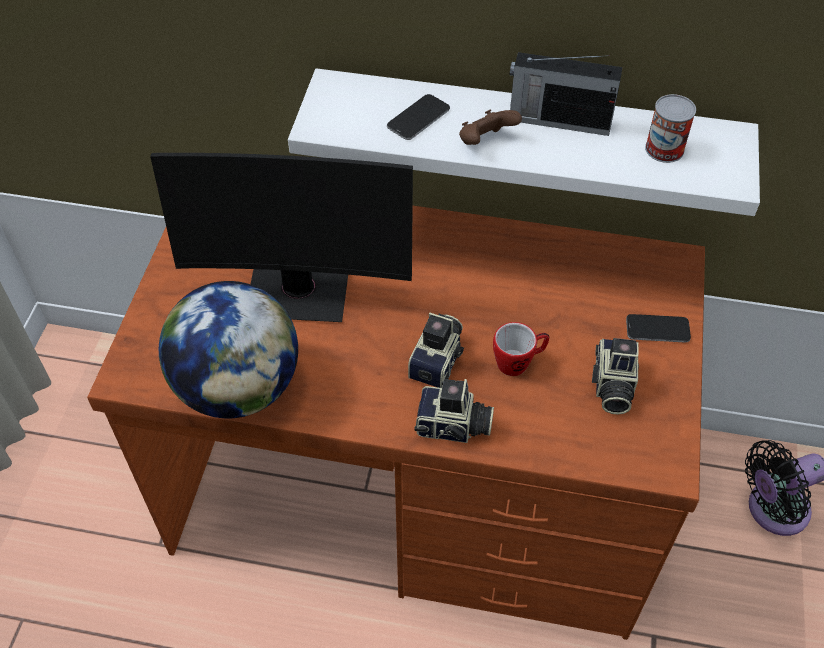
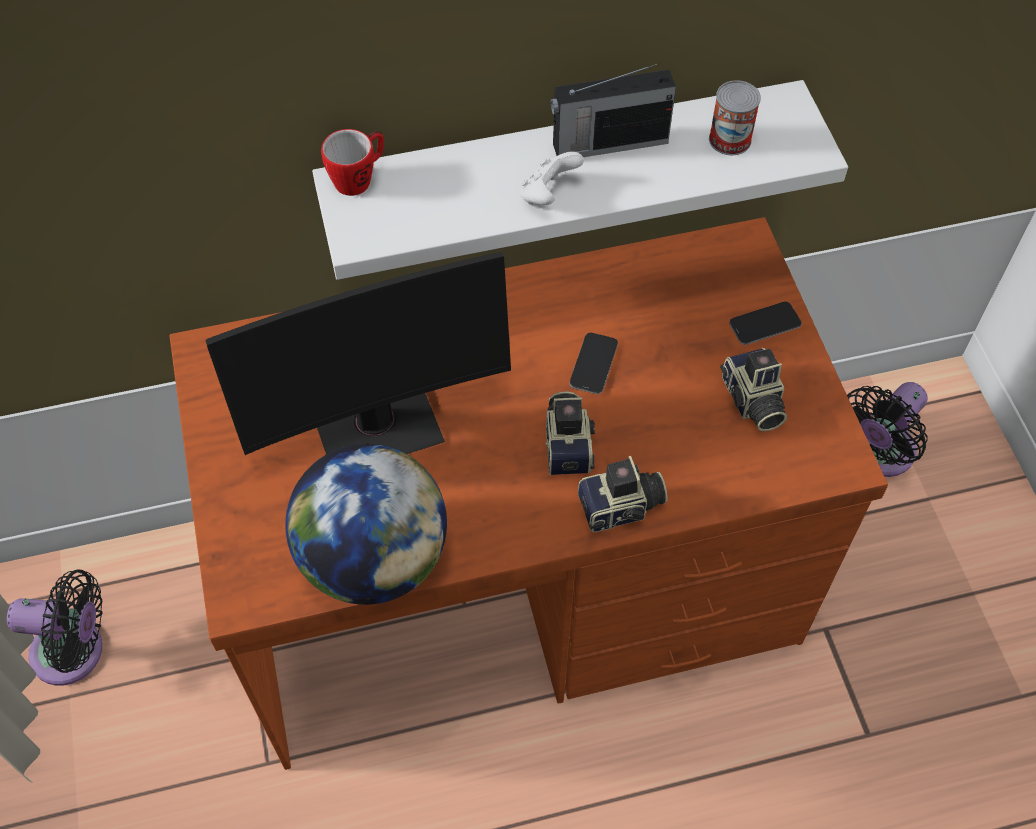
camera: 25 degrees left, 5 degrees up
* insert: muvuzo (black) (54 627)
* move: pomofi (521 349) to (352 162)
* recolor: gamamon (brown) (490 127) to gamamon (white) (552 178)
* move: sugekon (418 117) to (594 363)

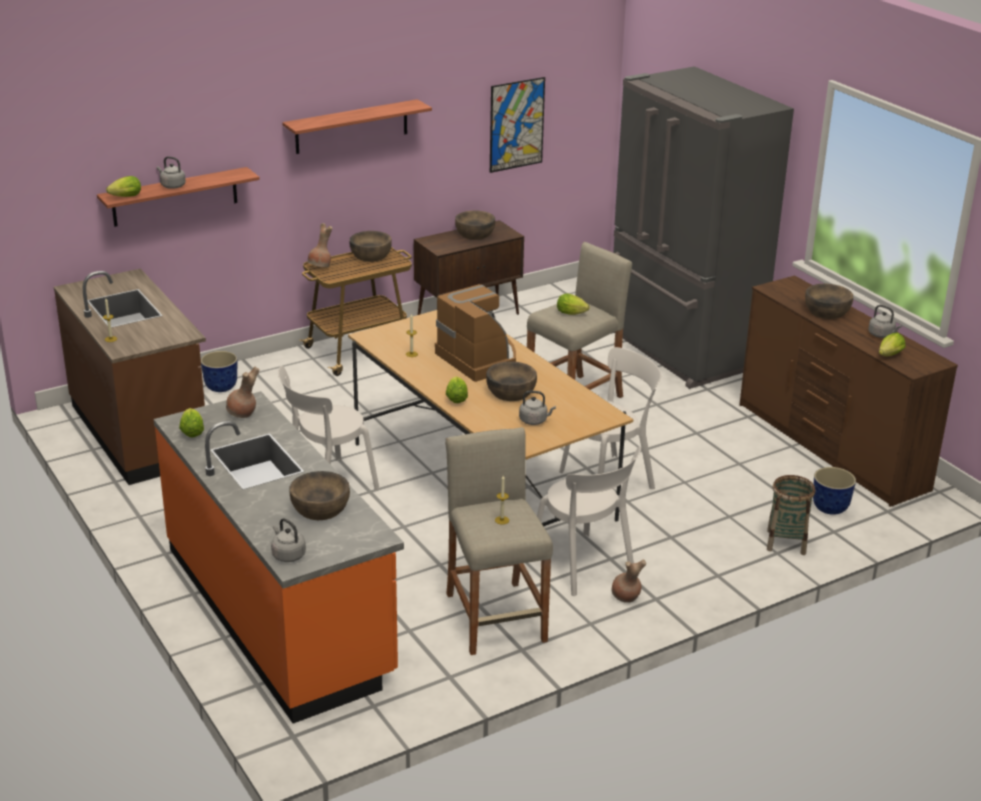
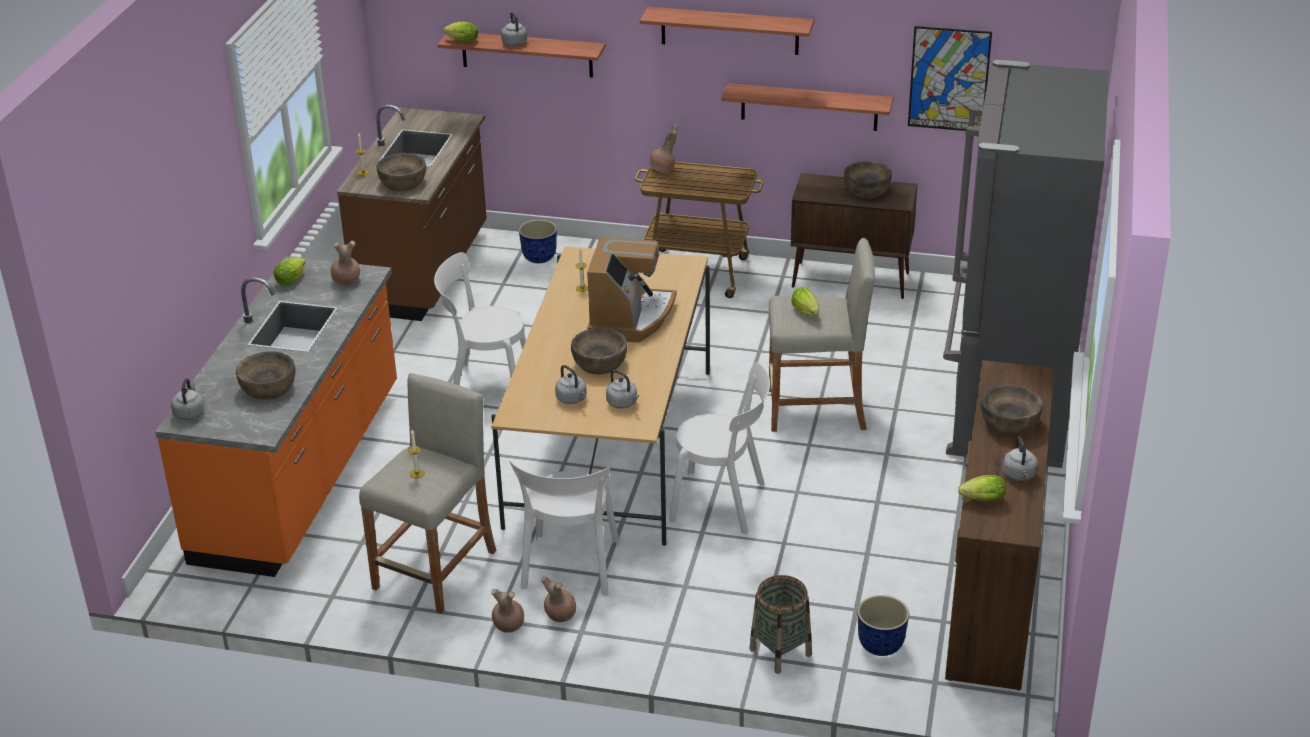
camera: 45 degrees right, 5 degrees up
* move: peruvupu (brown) (371 246) to (401 172)
* insert: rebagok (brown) (507 611)
* insert: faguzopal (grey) (622 389)
* insert: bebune (807 107)
* delete: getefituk (457 389)

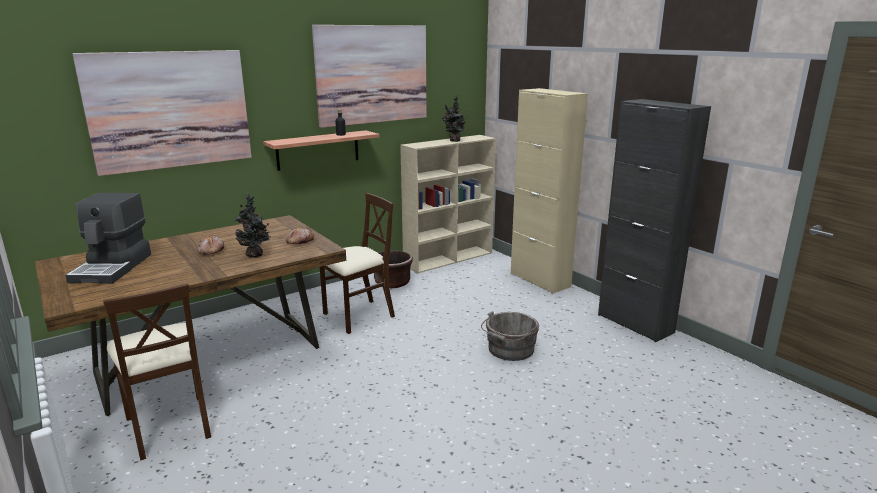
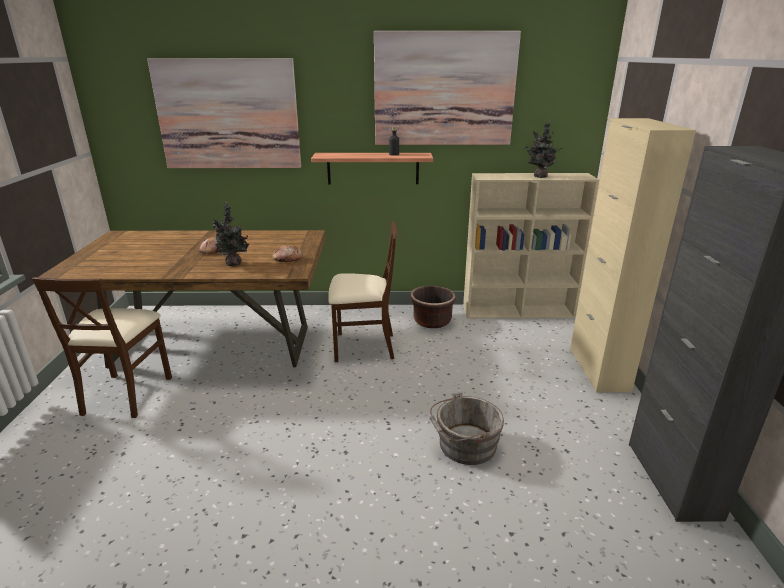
camera: 35 degrees right, 5 degrees up
* delete: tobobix (108 238)

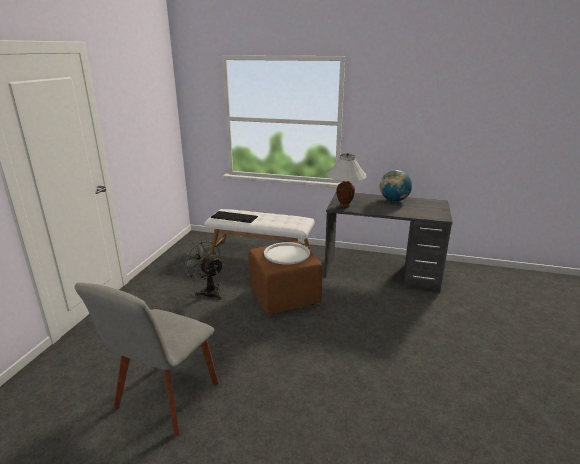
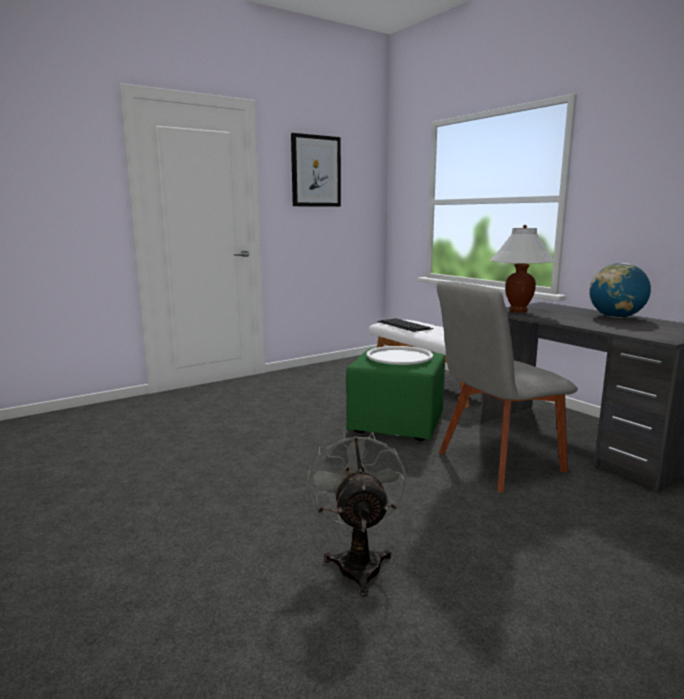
camera: 40 degrees right, 10 degrees down
* insert: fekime (316 170)
* move: muvuzo (grey) (202 269) to (357 514)
* recolor: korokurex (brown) (285 278) to korokurex (green) (395 394)
* move: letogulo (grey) (147 359) to (507 387)

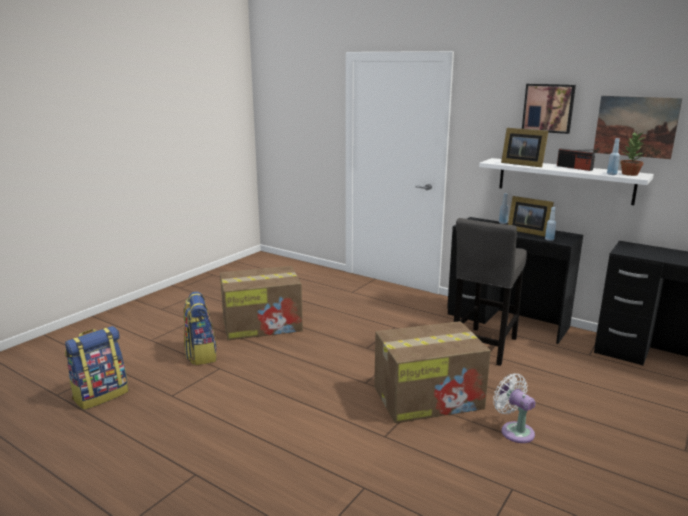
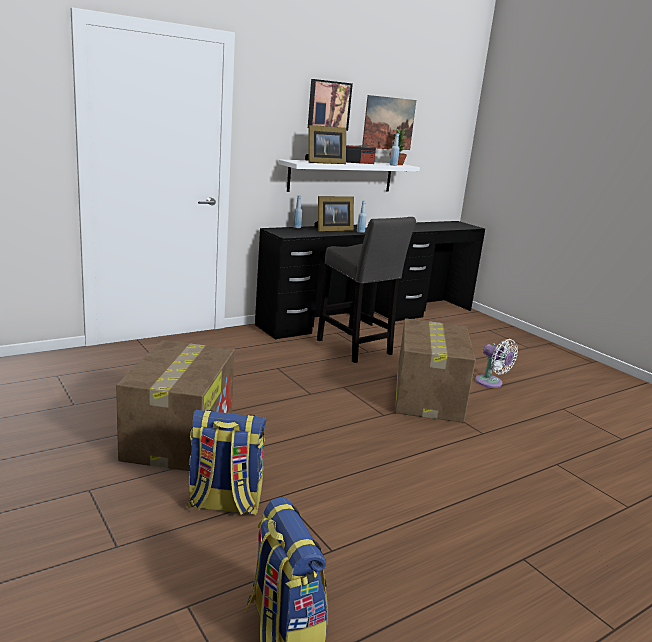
camera: 70 degrees left, 0 degrees up
* rotate: muvuzo (white) (514 408) = (496 363) 120 degrees counterclockwise

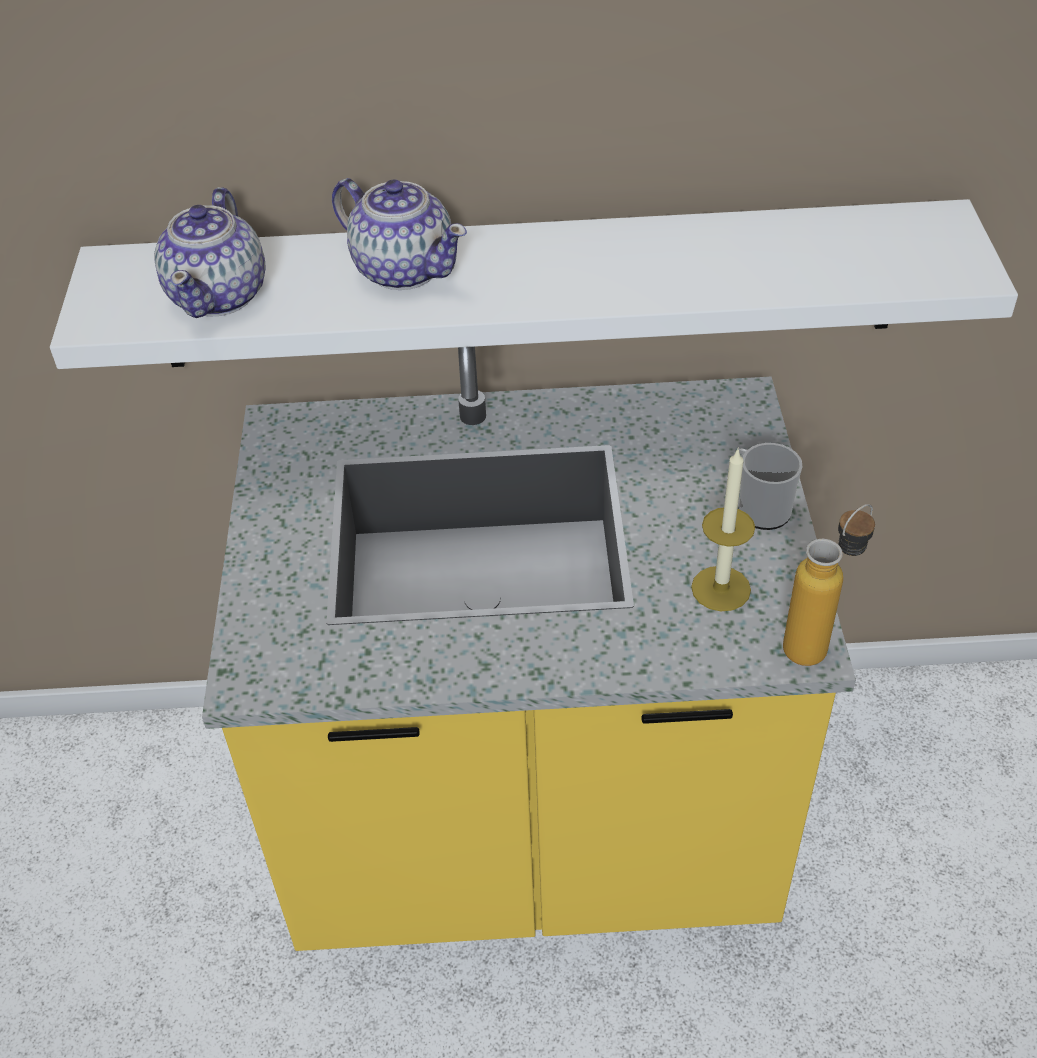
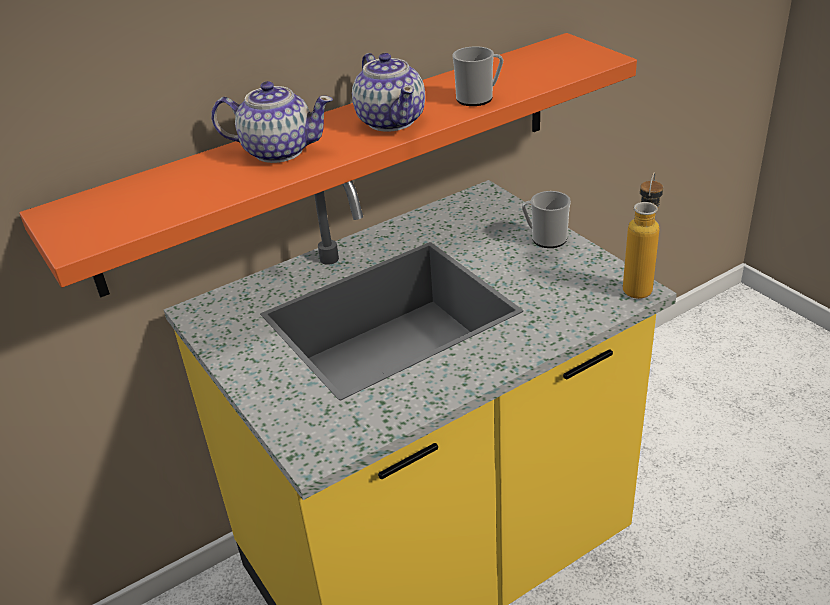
camera: 30 degrees left, 10 degrees down
* recolor: bebune (white) (534 284) to bebune (orange) (328 165)
* move: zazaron (210 252) to (388 92)
* insert: pomofi (477 76)
* delete: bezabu (723 530)

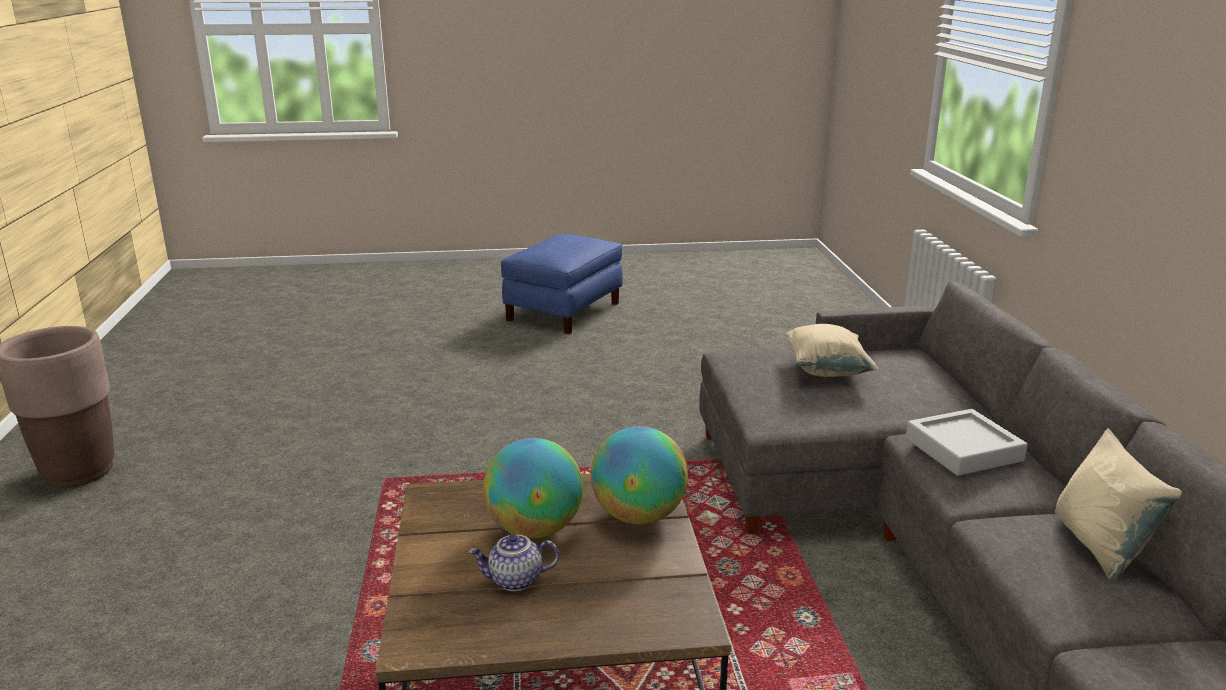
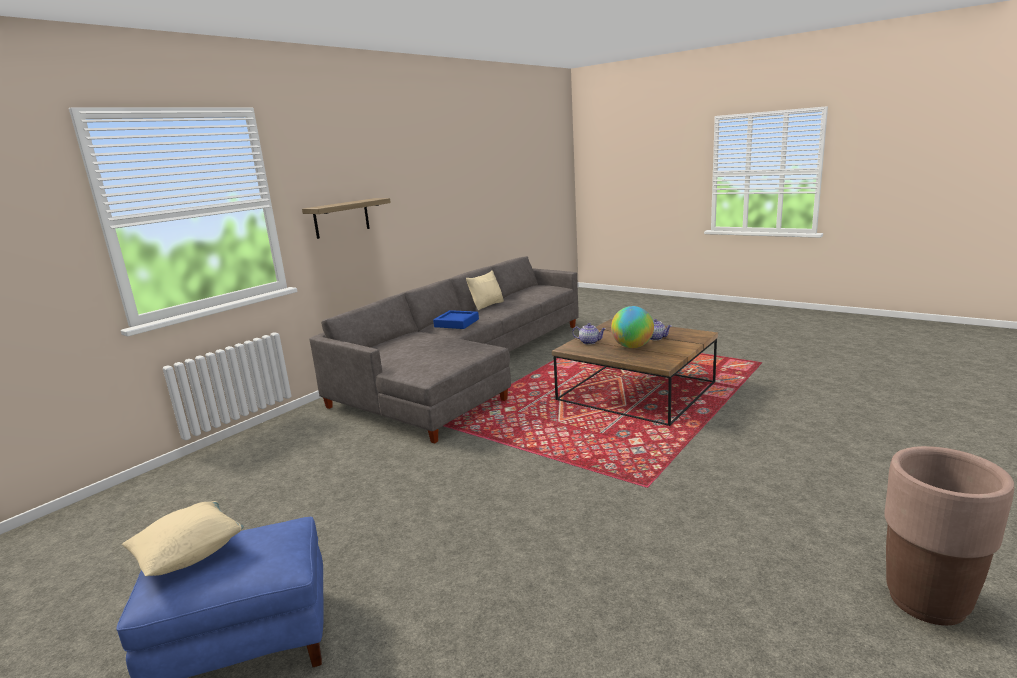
camera: 135 degrees left, 5 degrees down
* move: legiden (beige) (831 350) to (183 538)
* insert: bebune (346 218)
* recolor: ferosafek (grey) (967 442) to ferosafek (blue) (456 319)
* replace: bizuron (639 475) to zazaron (589 334)

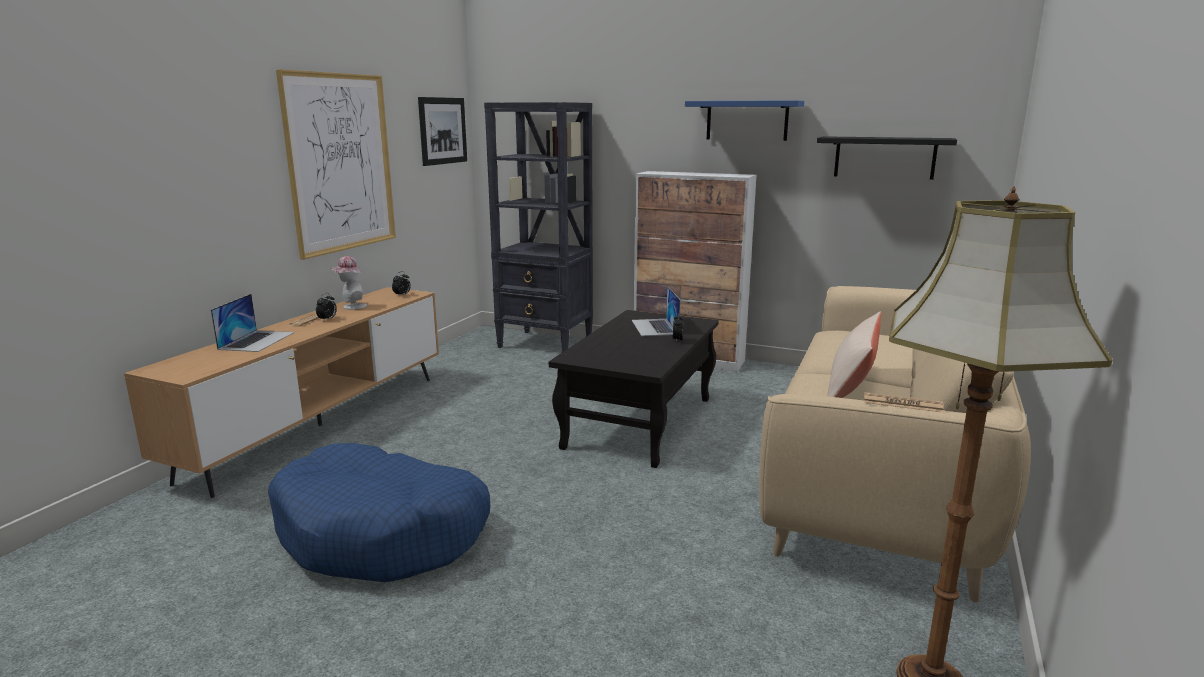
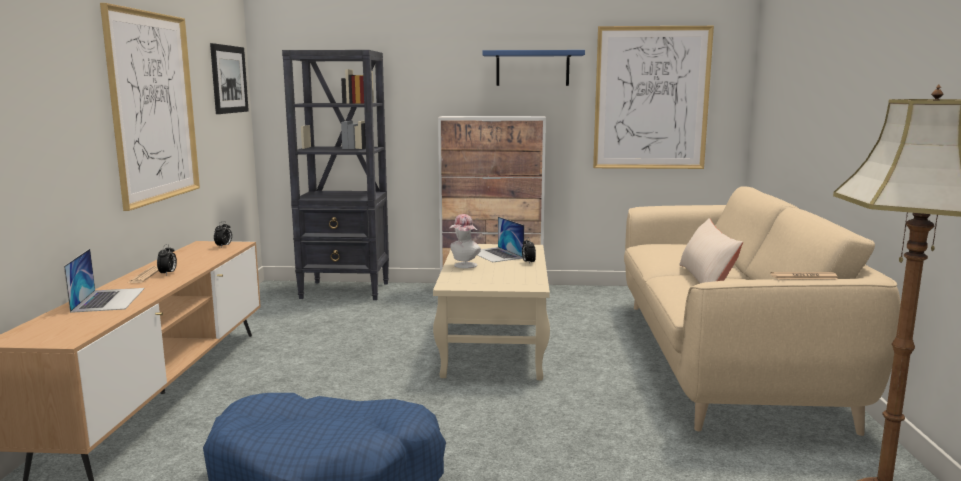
camera: 20 degrees left, 5 degrees down
* recolor: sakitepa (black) (634 389) to sakitepa (beige) (491 312)
* move: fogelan (349 283) to (465 241)
* replace: bebune (black) (887 158) to fekime (653 97)

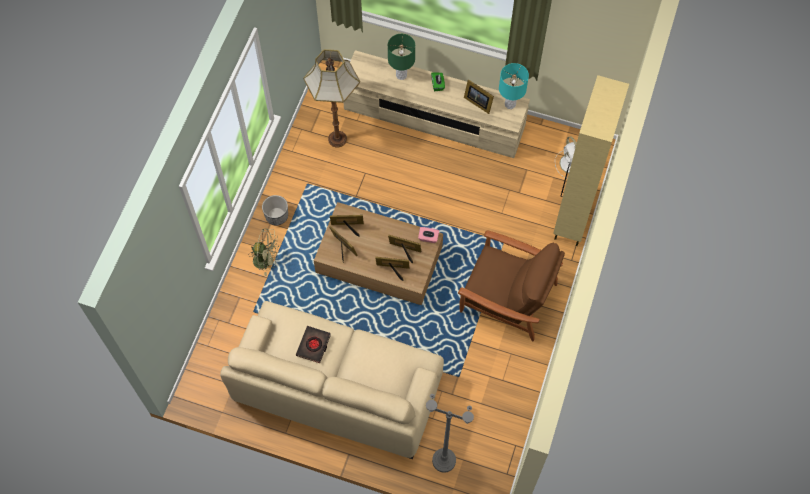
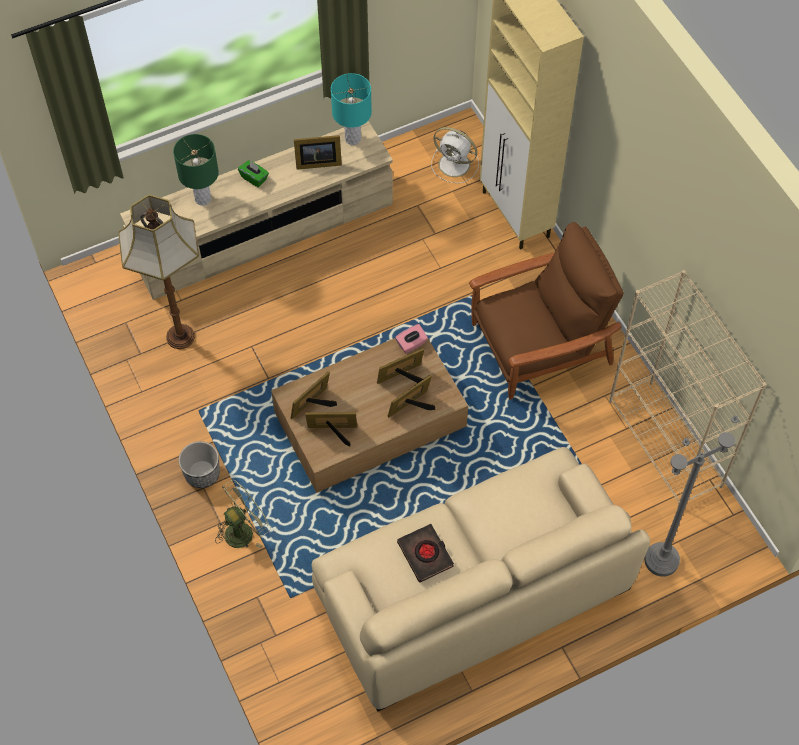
camera: 45 degrees left, 5 degrees down
* insert: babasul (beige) (687 388)

